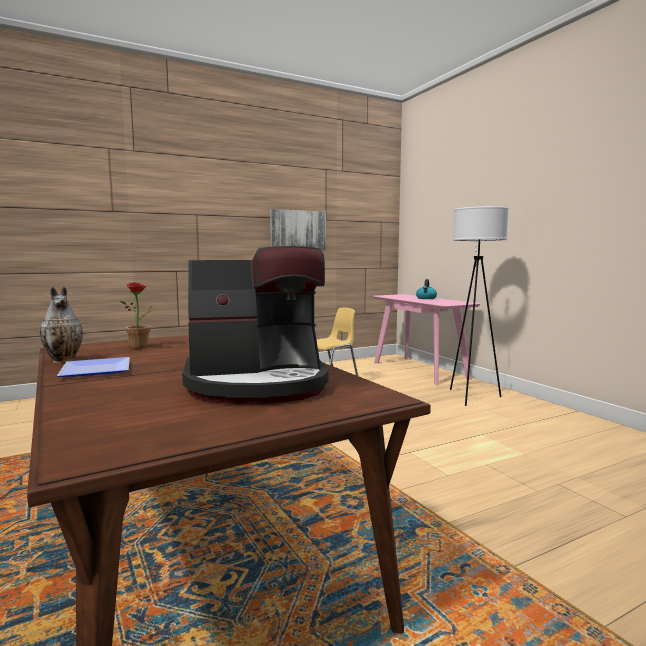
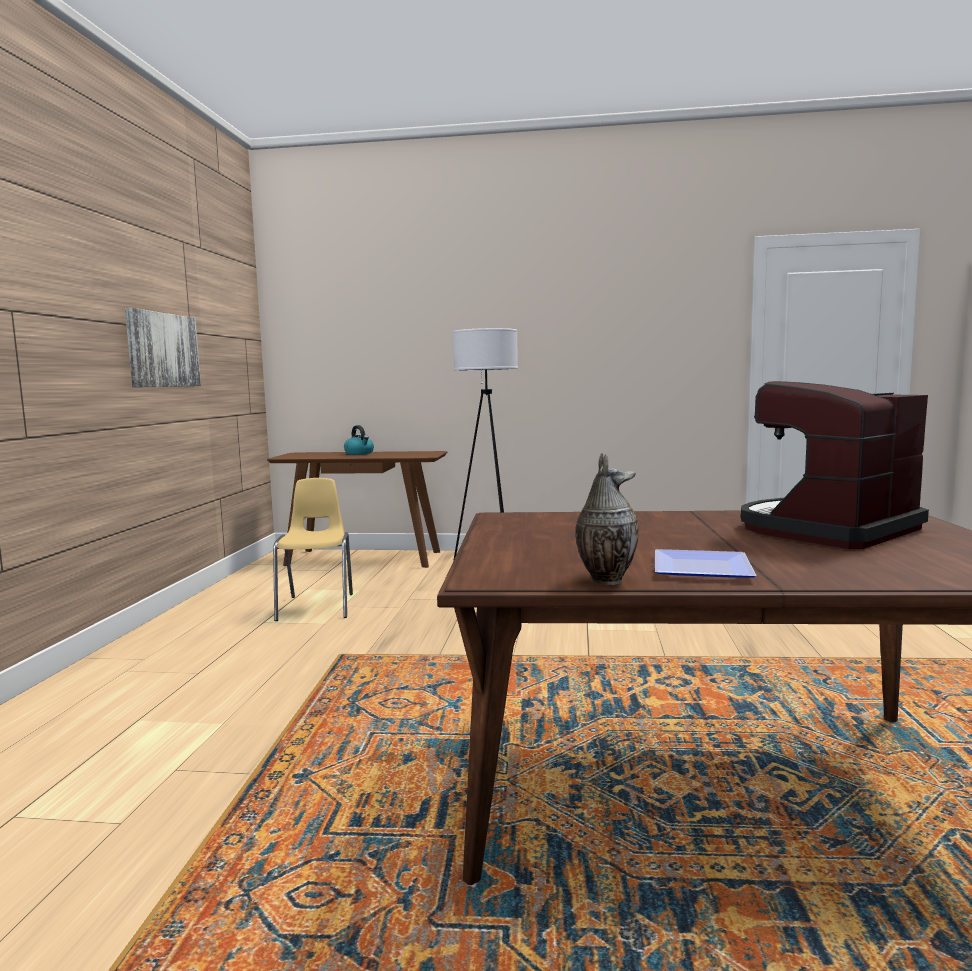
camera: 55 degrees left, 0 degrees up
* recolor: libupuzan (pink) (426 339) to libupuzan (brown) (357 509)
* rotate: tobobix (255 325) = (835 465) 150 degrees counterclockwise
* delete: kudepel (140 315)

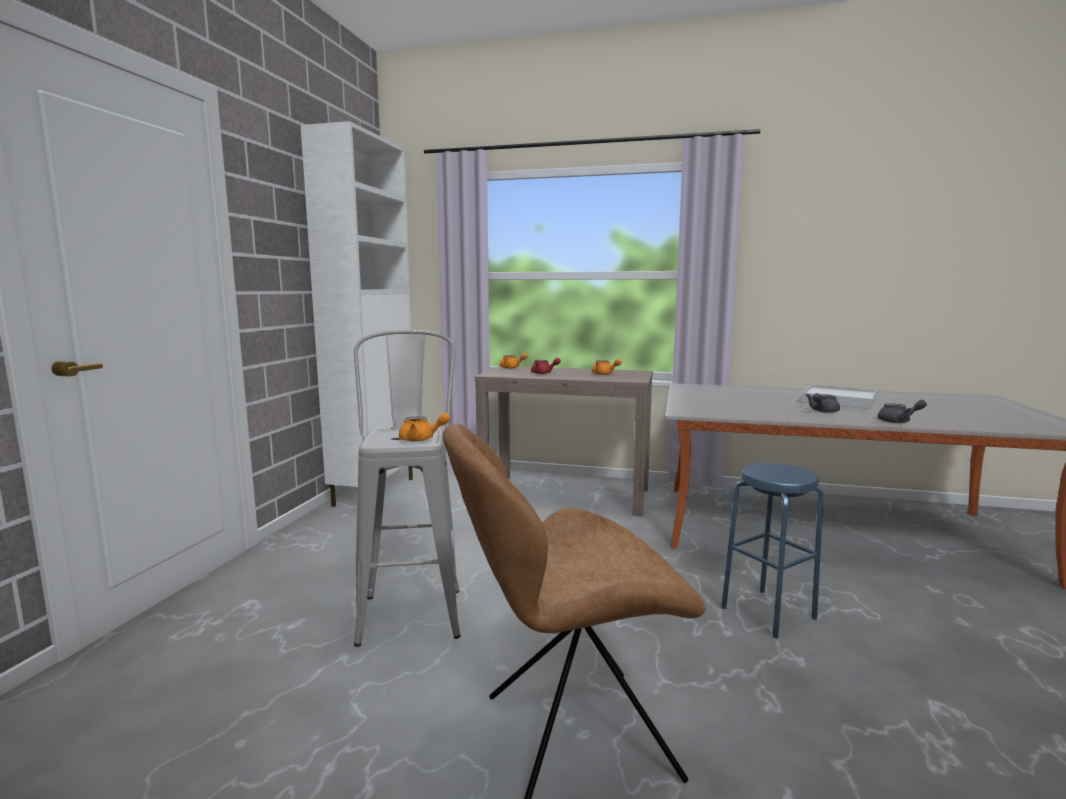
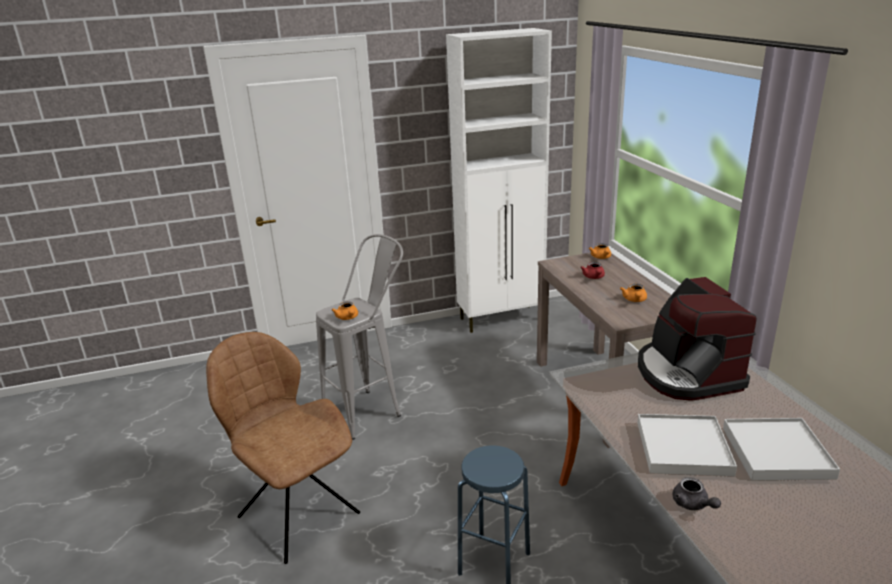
camera: 60 degrees right, 15 degrees up
* replace: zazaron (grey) (823 403) to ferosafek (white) (687 445)
* insert: tobobix (697 339)

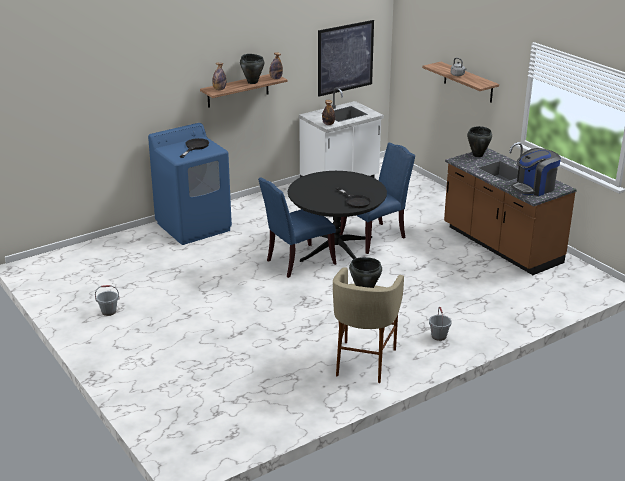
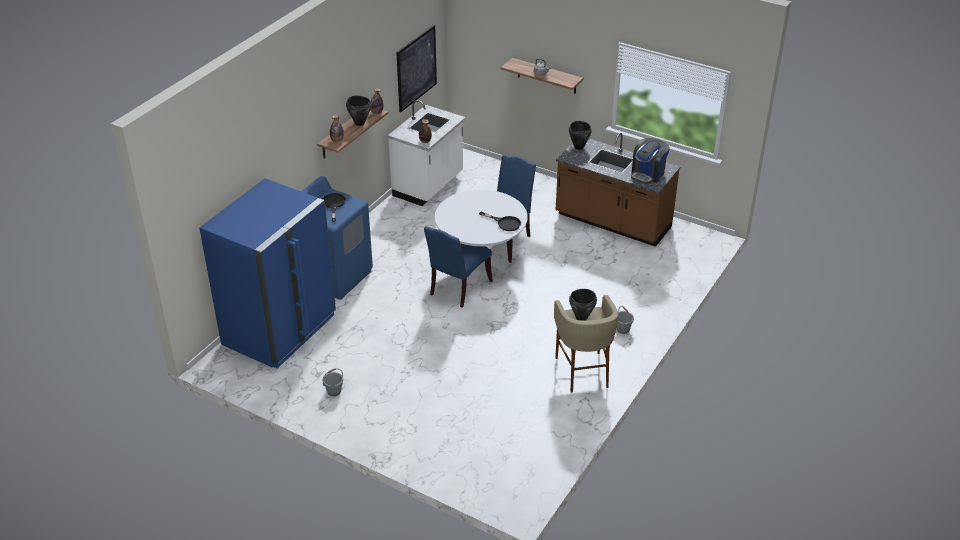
camera: 25 degrees left, 10 degrees up
* insert: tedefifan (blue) (267 273)
* recolor: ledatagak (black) (337 216) to ledatagak (white) (481 239)

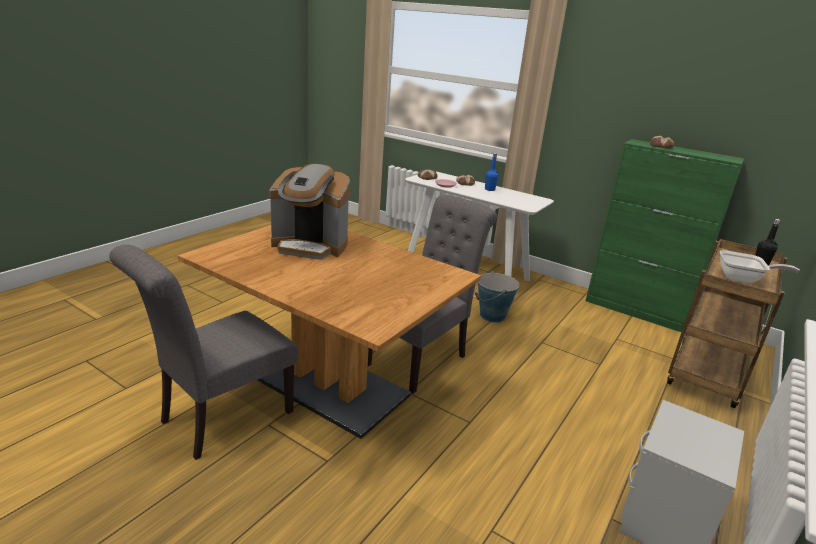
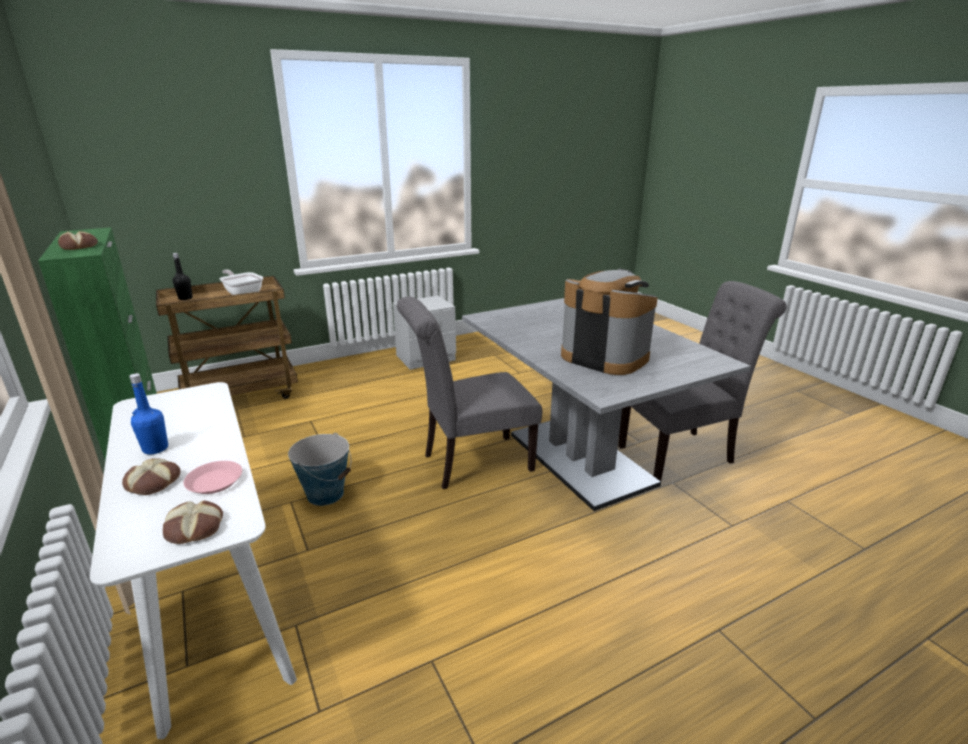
camera: 150 degrees left, 0 degrees up
* recolor: ledatagak (brown) (329 332) to ledatagak (grey) (606 404)

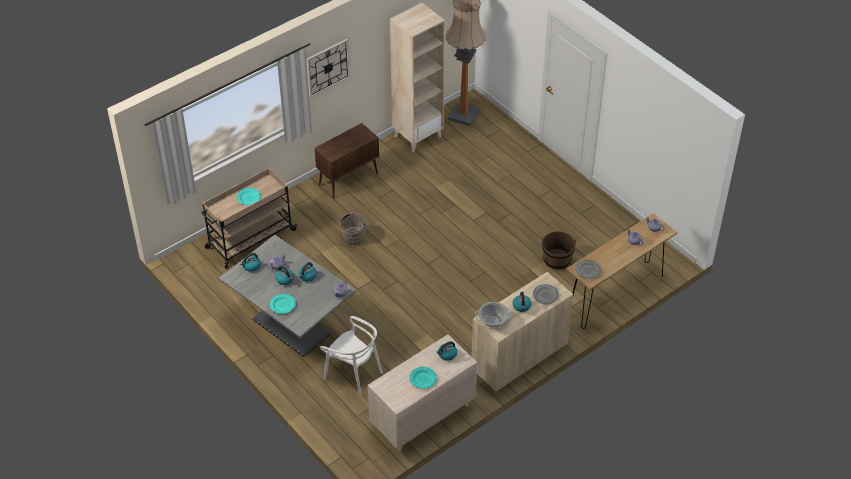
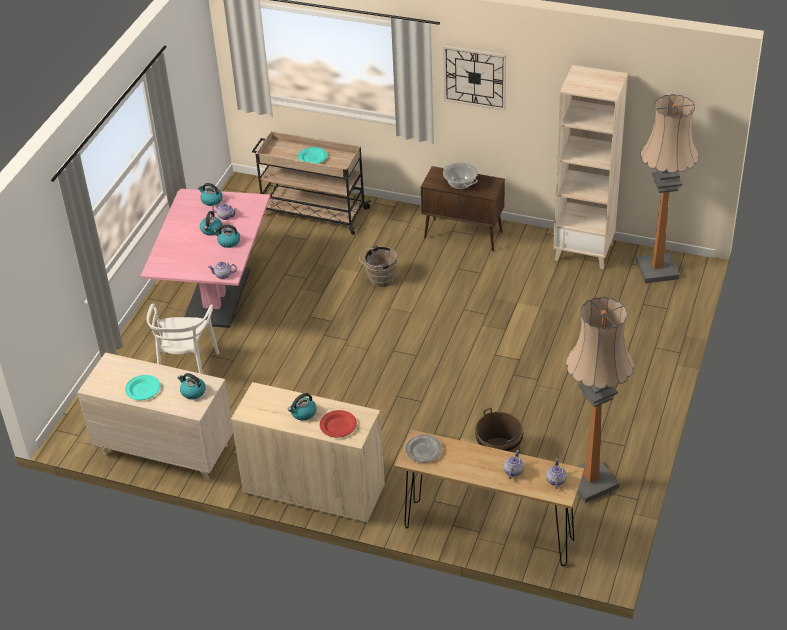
camera: 60 degrees right, 5 degrees down
* recolor: ledatagak (grey) (287 296) to ledatagak (pink) (205 258)
* recolor: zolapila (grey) (546 294) to zolapila (red) (338 424)
* move: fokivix (493 315) to (460 176)
* insert: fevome (600 400)
* delete: zolapila (turquoise) (283 304)

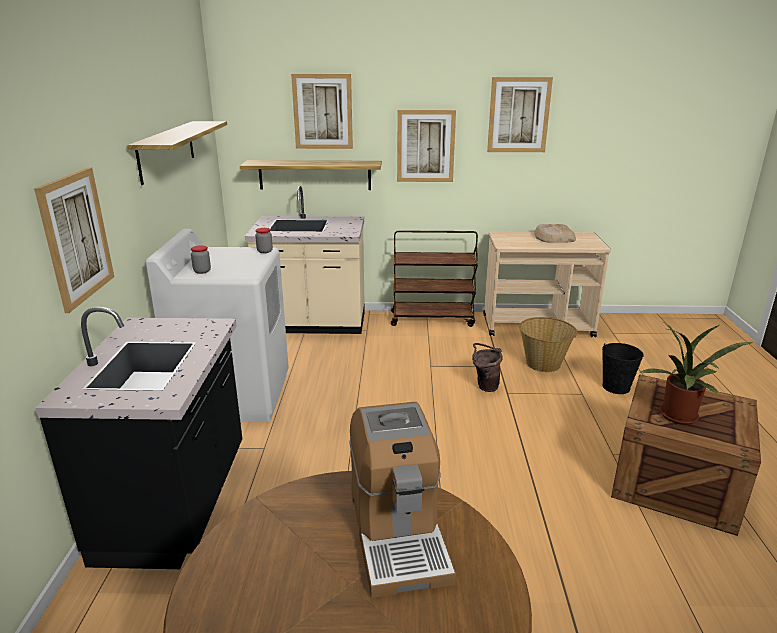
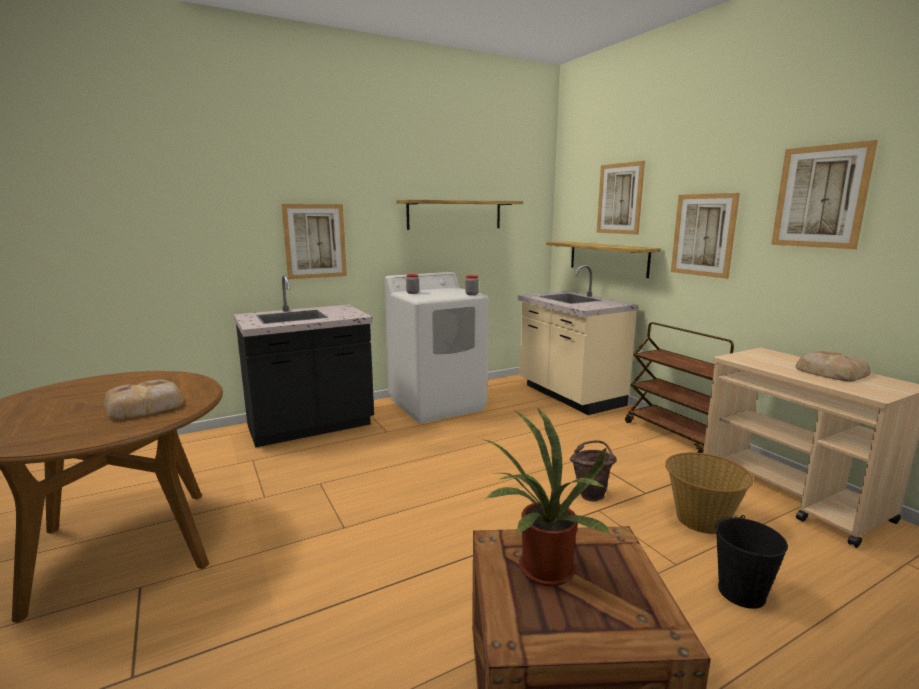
camera: 60 degrees right, 10 degrees down
* replace: tobobix (402 500) to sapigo (144 399)

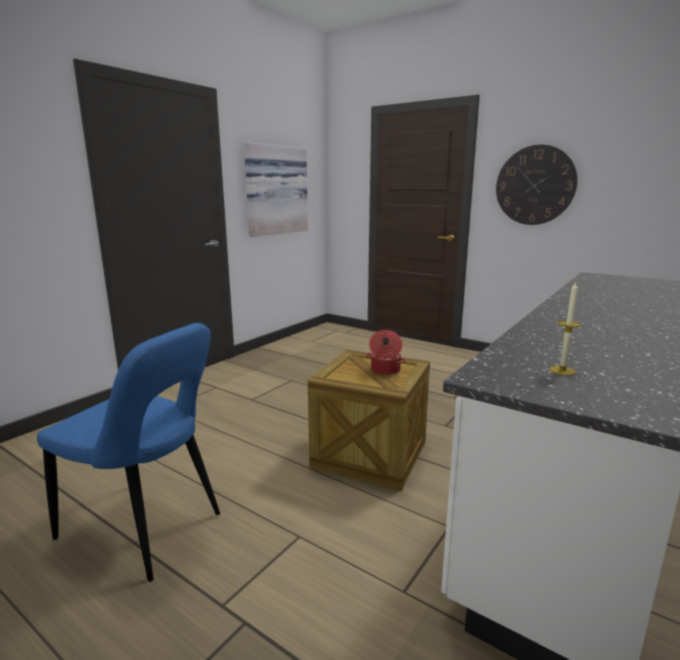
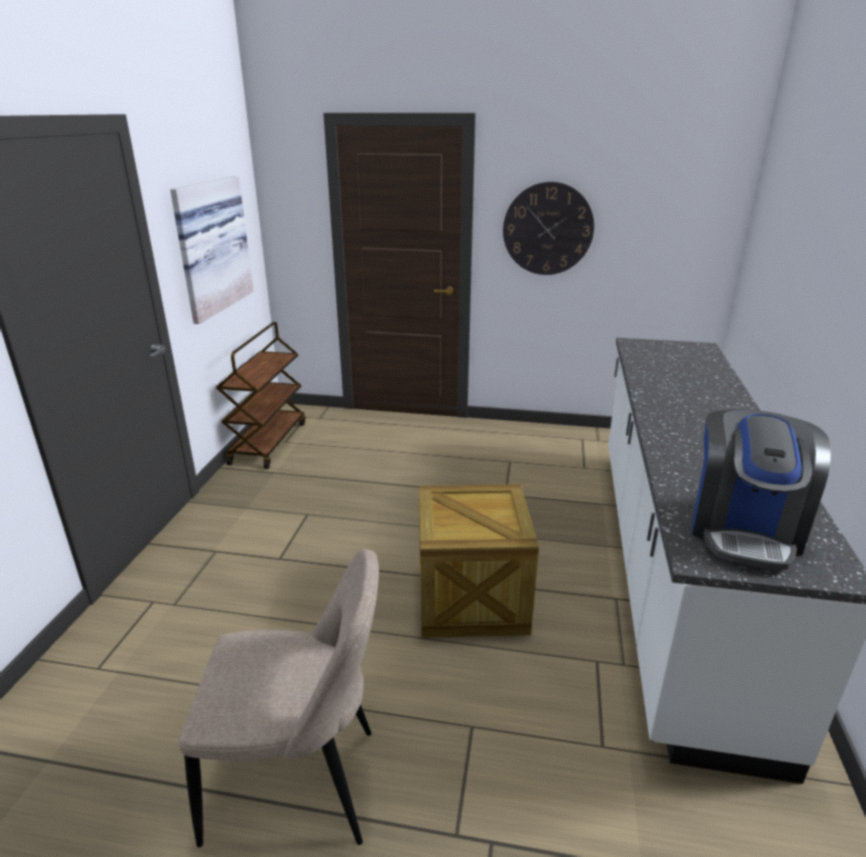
camera: 25 degrees left, 10 degrees up
* recolor: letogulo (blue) (128 452) to letogulo (beige) (279 698)
* insert: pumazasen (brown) (260 395)
* replace: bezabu (565 328) to tobobix (761 489)
* delete: fokivix (386 352)

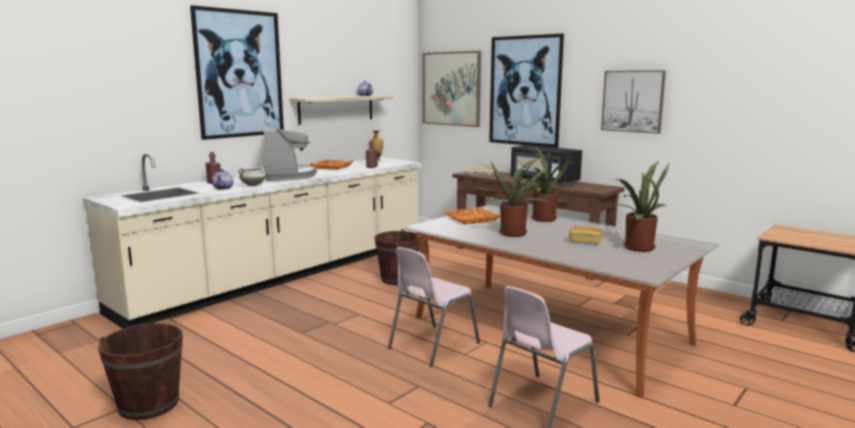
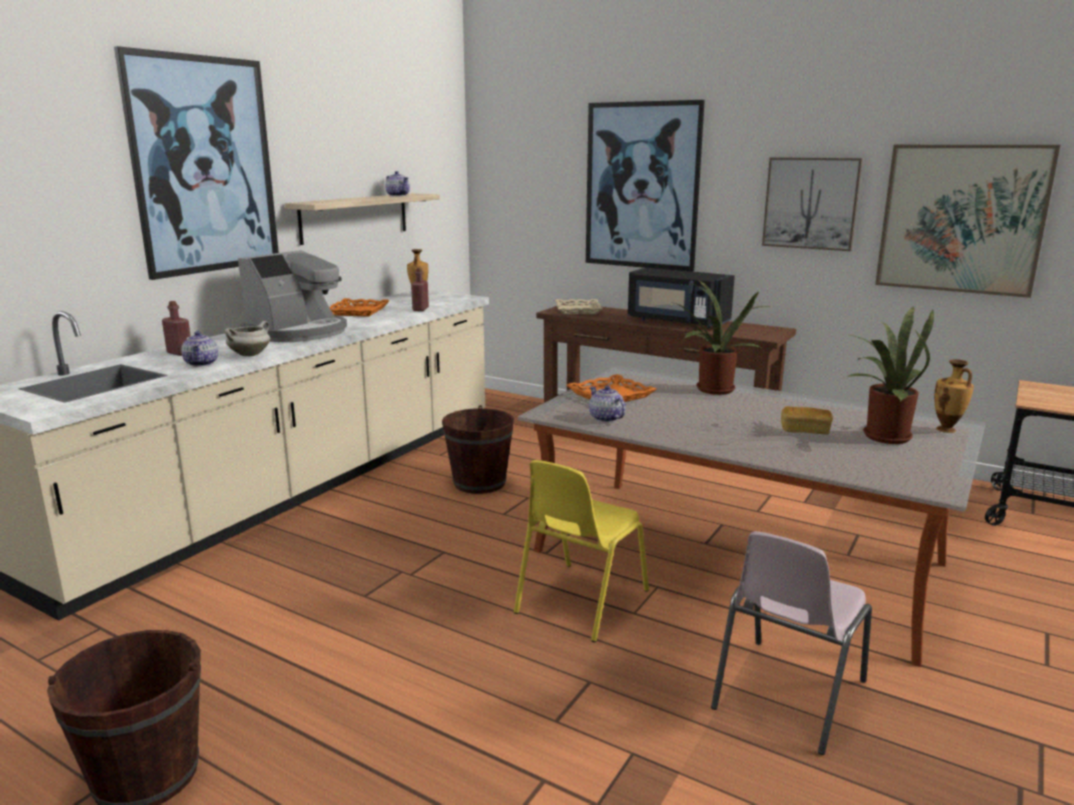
camera: 10 degrees left, 5 degrees up
* rotate: tobobix (290 154) = (292 296) 60 degrees clockwise
* recolor: letogulo (pink) (434 307) to letogulo (yellow) (581 551)
* insert: zazaron (607 403)
* move: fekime (451 89) to (967 221)
* insert: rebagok (954 396)
* delete: kudepel (513 197)

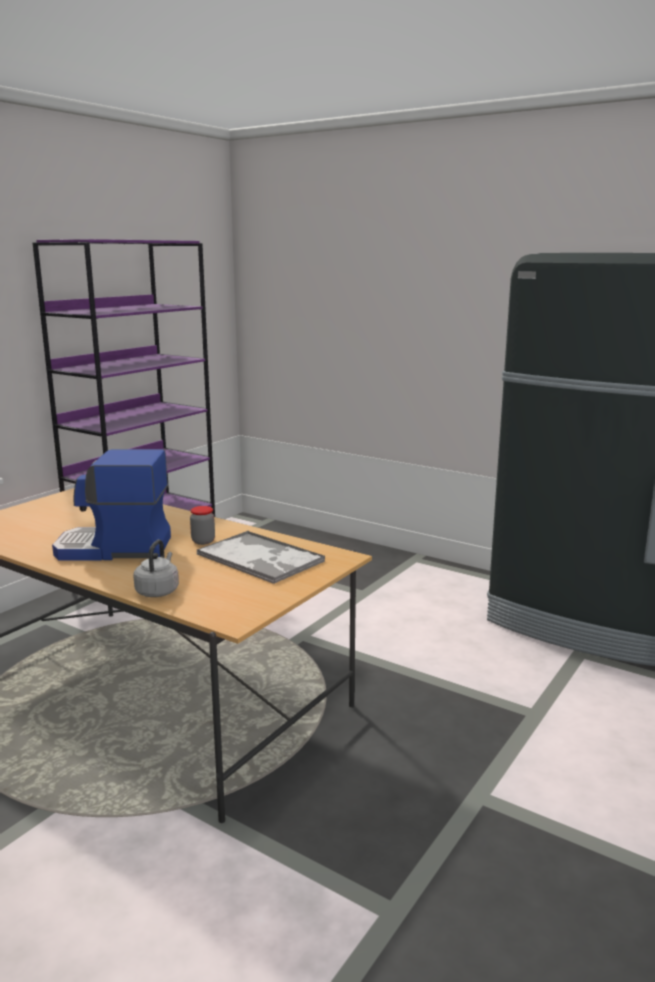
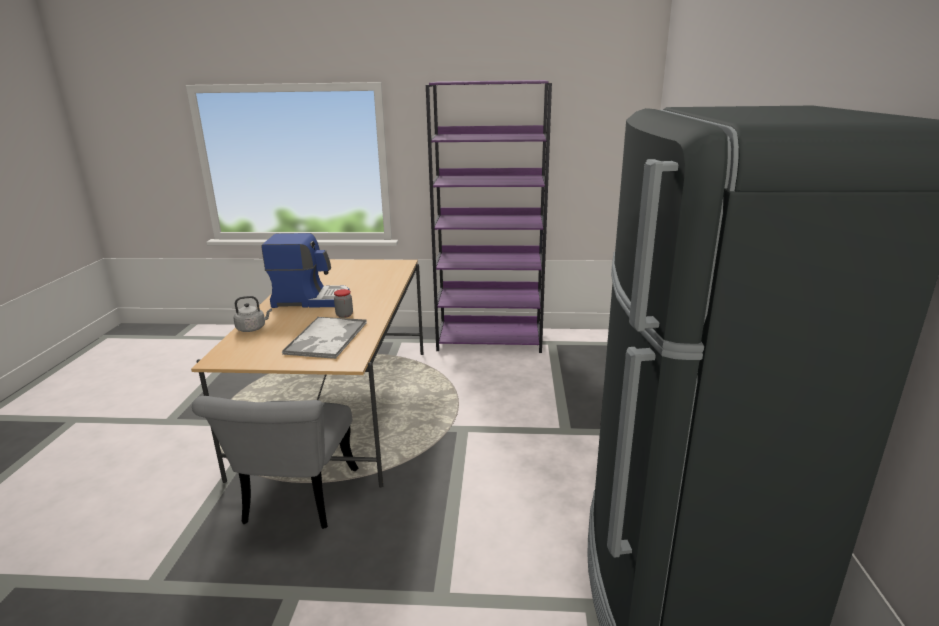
camera: 60 degrees right, 5 degrees up
* insert: letogulo (grey) (275 462)
* rotate: tobobix (111 505) = (305 270) 120 degrees clockwise

